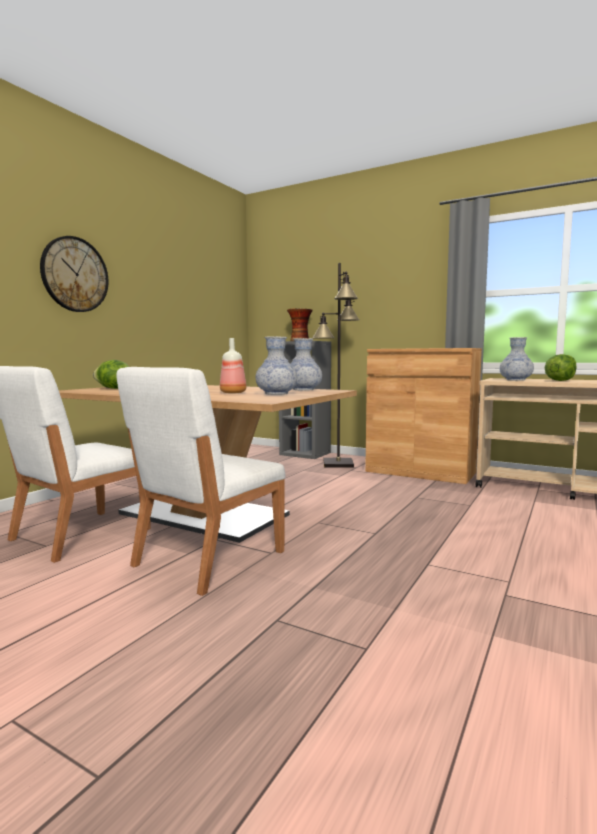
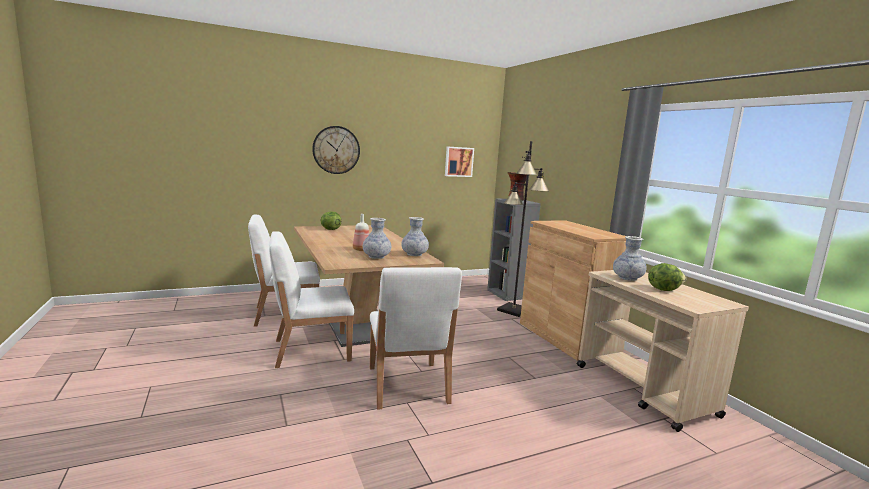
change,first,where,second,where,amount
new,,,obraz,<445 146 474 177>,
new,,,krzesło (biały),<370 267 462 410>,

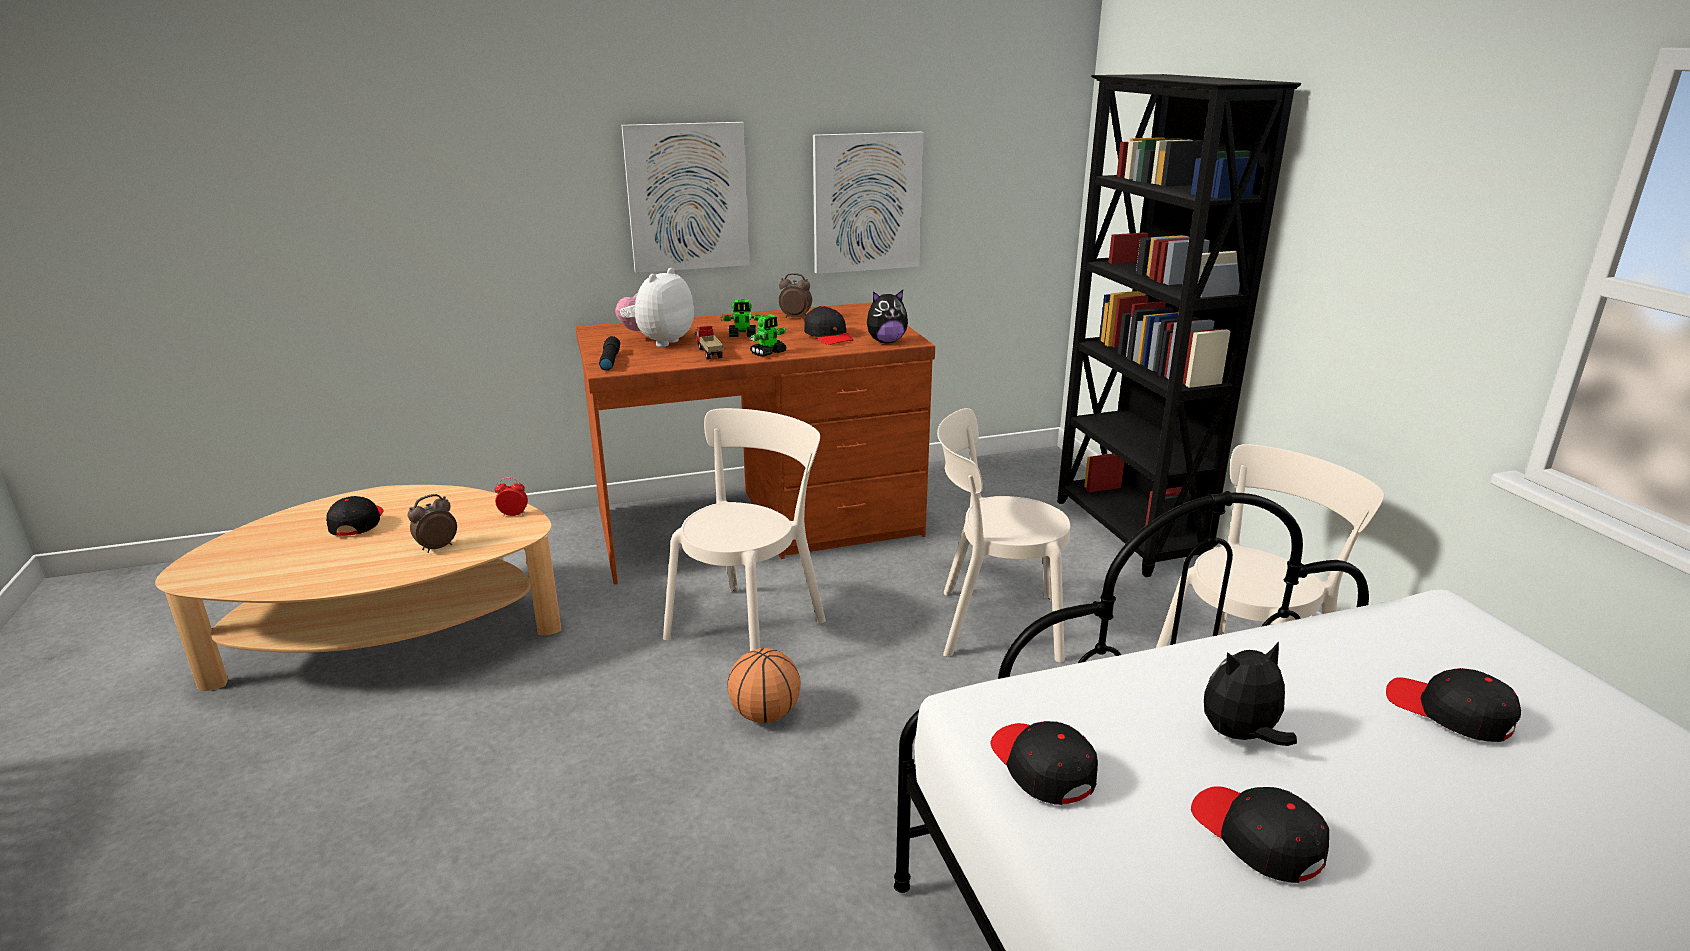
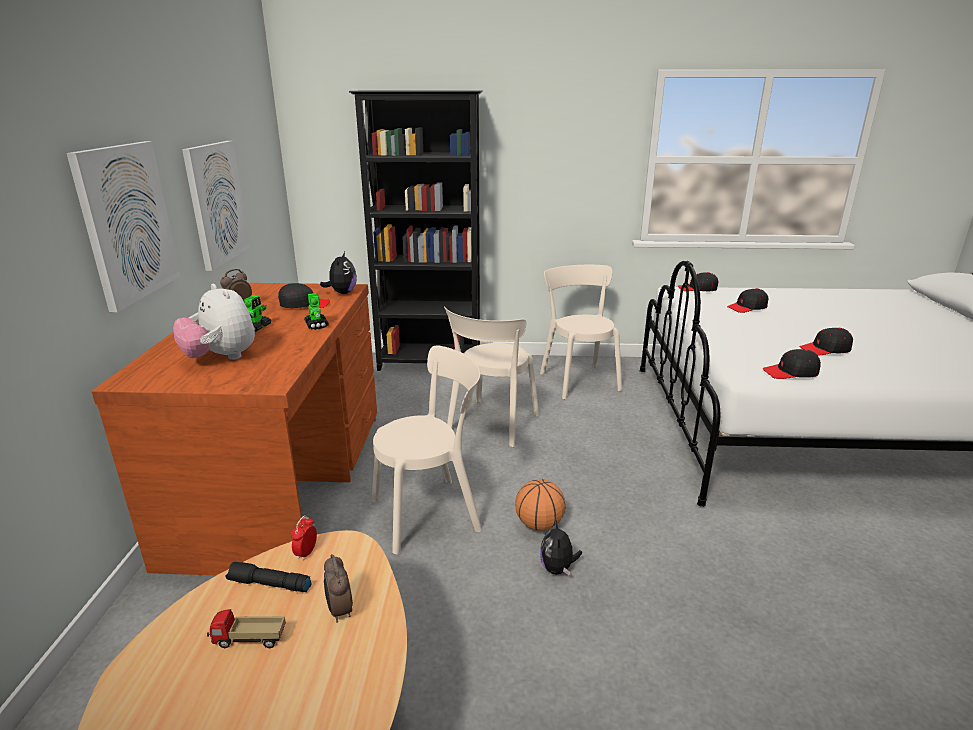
change,first,where,second,where,amount
shifted,ciężarówka zabawkowa,<695 326 724 360>,,<207 609 286 648>,
shifted,latarka (czarny),<599 336 620 370>,,<226 562 311 592>,
rotated,krzesło (beżowy),<663 408 826 651>,,<372 345 482 554>,105 degrees clockwise
shifted,czapka z daszkiem (czarny),<326 496 383 536>,,<678 272 718 291>,
shifted,pluszak,<1204 641 1297 746>,,<540 521 582 576>,

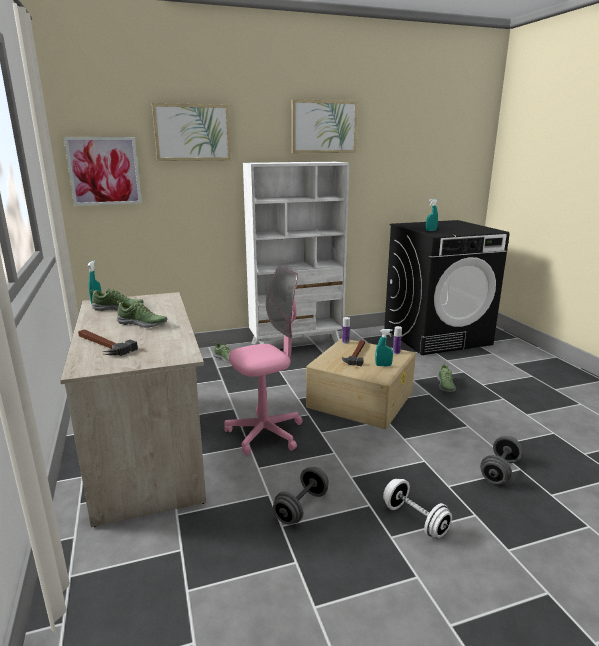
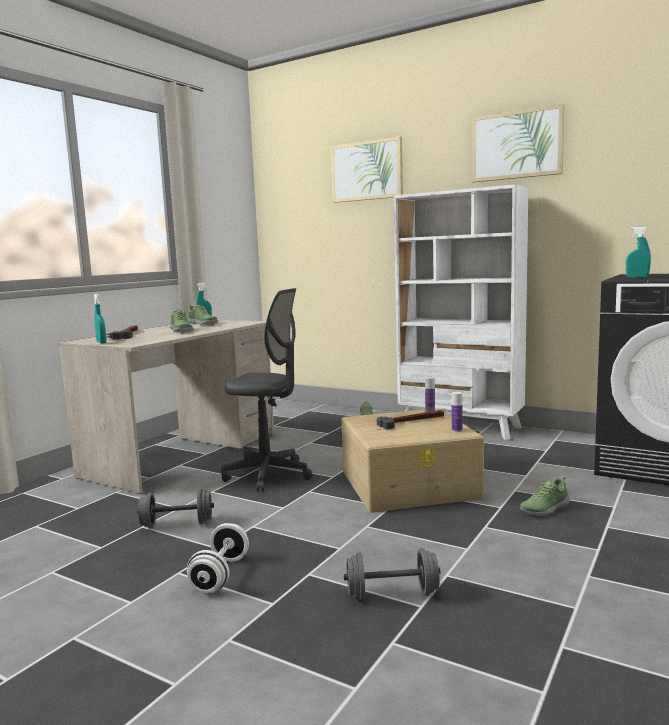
change,first,where,second,where,amount
gone,obraz,<64 137 142 206>,,,
repainted,krzesło biurowe (różowy),<224 266 303 455>,krzesło biurowe (szary),<221 288 313 492>,
shifted,spryskiwacz (turkusowy),<375 329 393 367>,,<94 294 107 343>,

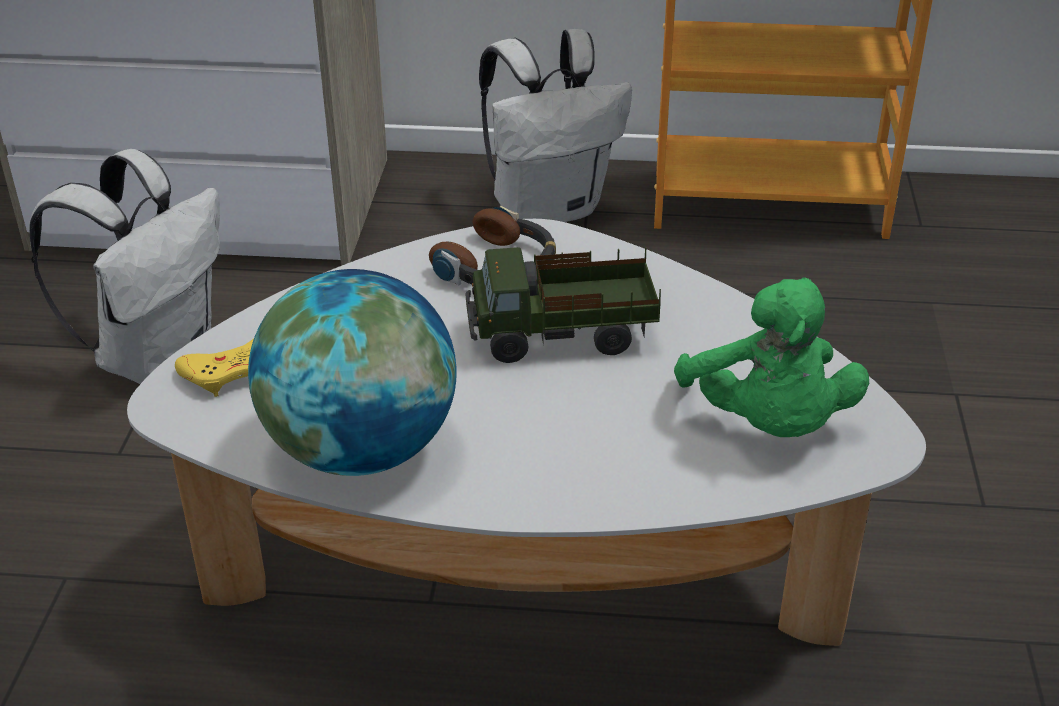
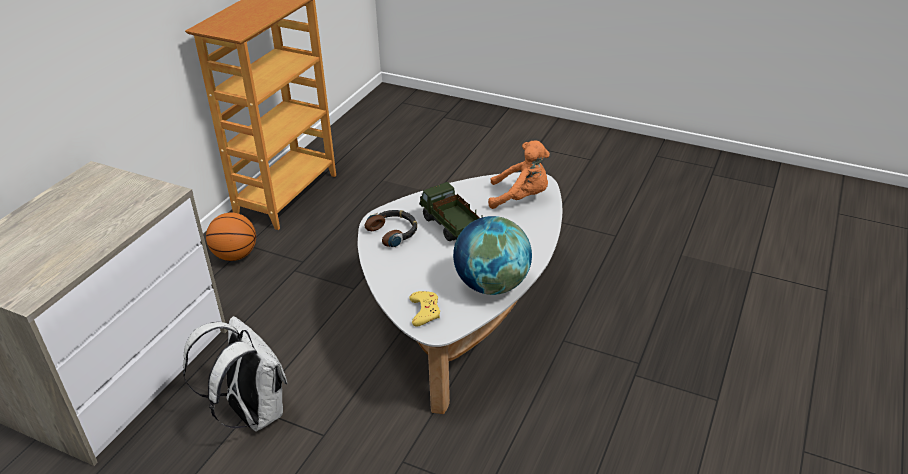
change,first,where,second,where,amount
swapped,plecak (biały),<479 29 632 222>,piłka do koszykówki,<206 213 256 261>,
rotated,ciężarówka zabawkowa,<466 247 661 363>,,<419 182 482 241>,135 degrees clockwise
repainted,pluszak (zielony),<674 278 869 437>,pluszak (pomarańczowy),<488 141 550 209>,

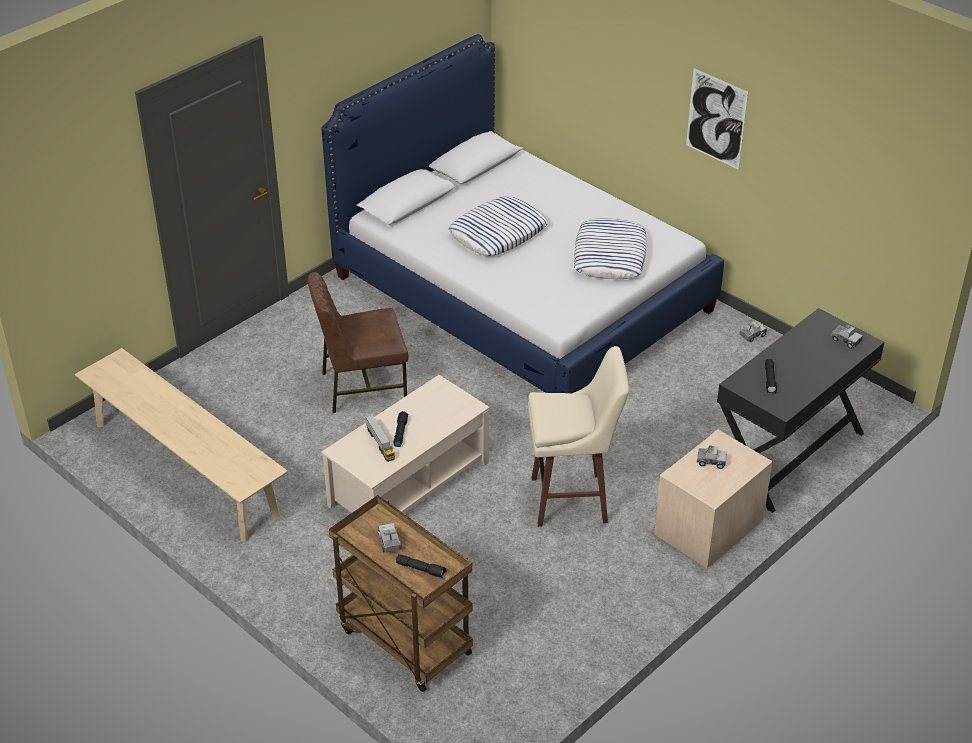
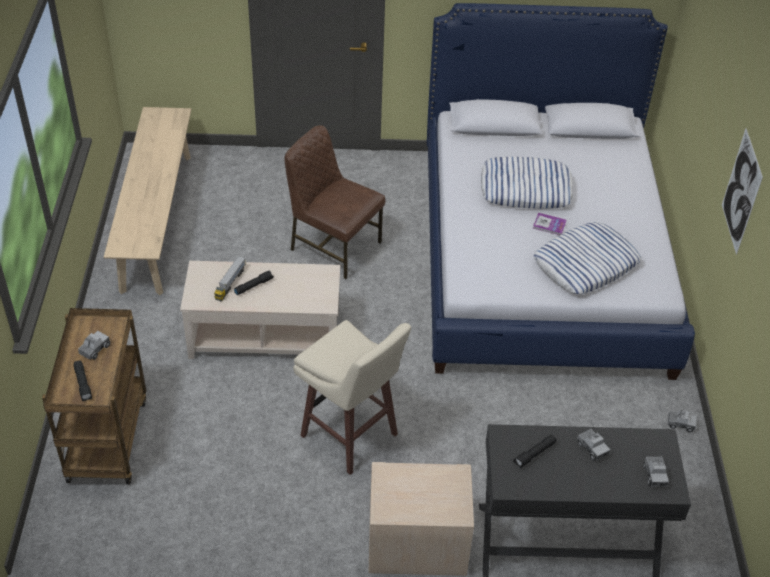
change,first,where,second,where,amount
shifted,ciężarówka zabawkowa,<697 445 727 469>,,<577 429 610 461>,
new,,,książka,<533 213 566 235>,

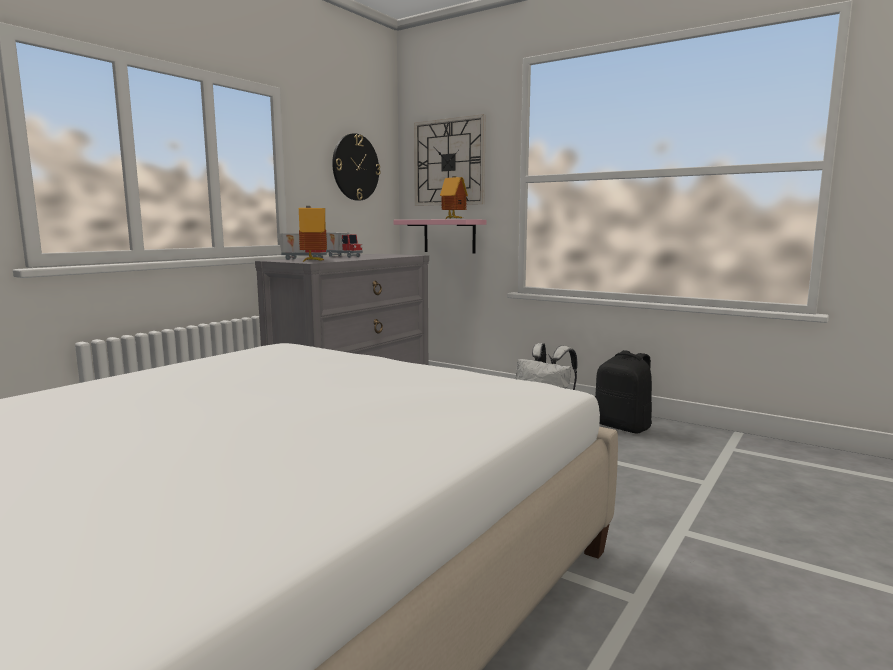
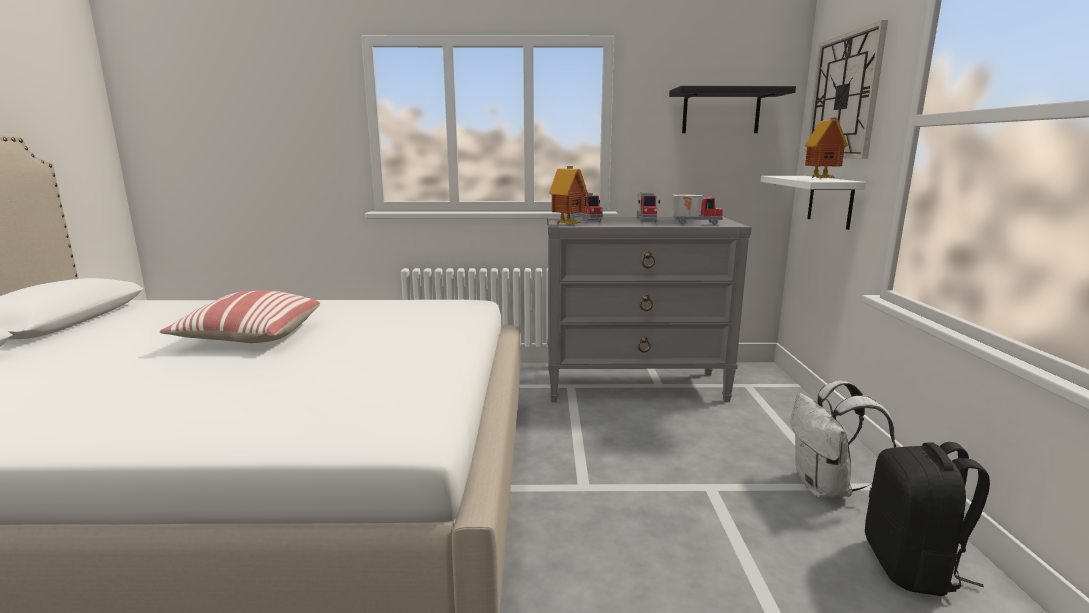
change,first,where,second,where,amount
swapped,zegar ścienny,<332 133 381 201>,półka (czarny),<669 86 796 133>,
repainted,półka (różowy),<393 219 486 254>,półka (biały),<761 176 866 230>,
new,,,ciężarówka zabawkowa,<672 195 723 225>,
new,,,poduszka,<160 291 320 343>,

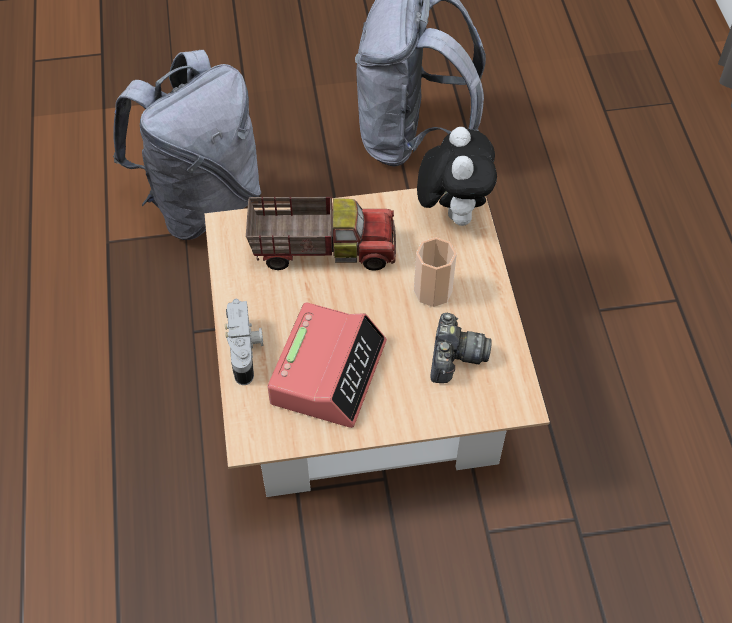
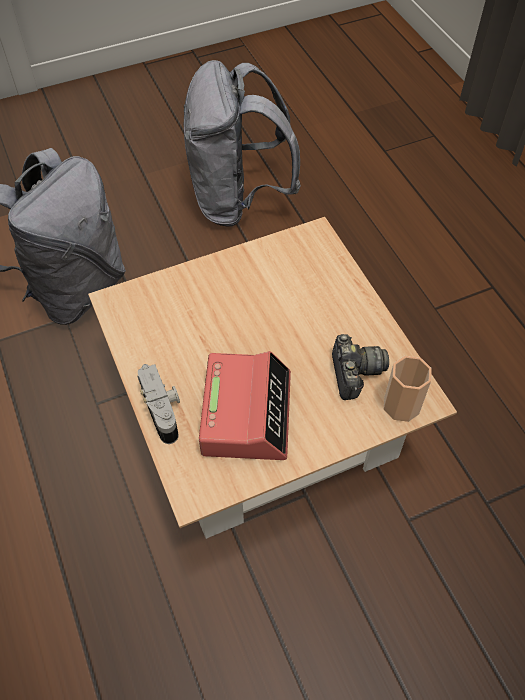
change,first,where,second,where,amount
gone,pluszak,<417 127 497 226>,,,
gone,ciężarówka zabawkowa,<246 197 396 271>,,,
shifted,filiżanka,<414 237 457 307>,,<384 356 432 422>,

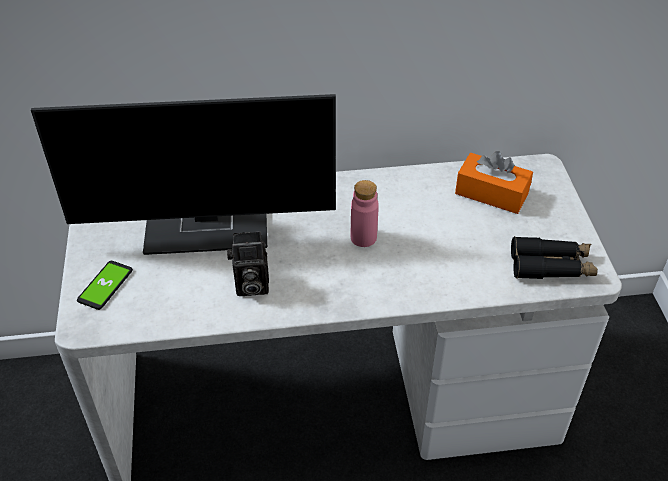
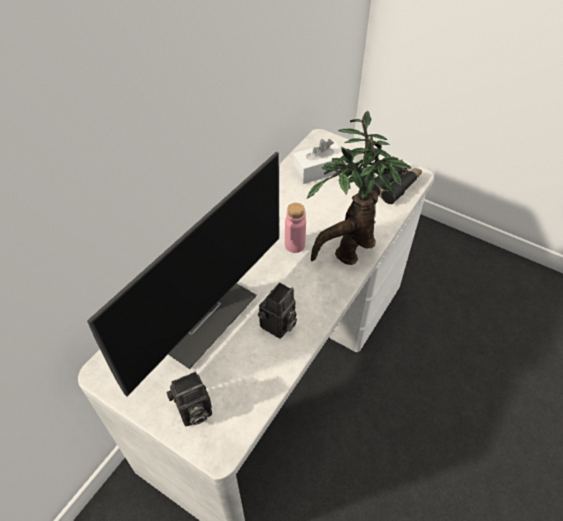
change,first,where,second,where,amount
repainted,pudełko chusteczek (pomarańczowy),<455 151 533 214>,pudełko chusteczek (biały),<293 139 346 184>,
swapped,telefon,<77 261 133 310>,aparat fotograficzny,<166 371 212 426>,
new,,,roślina doniczkowa,<307 111 411 265>,

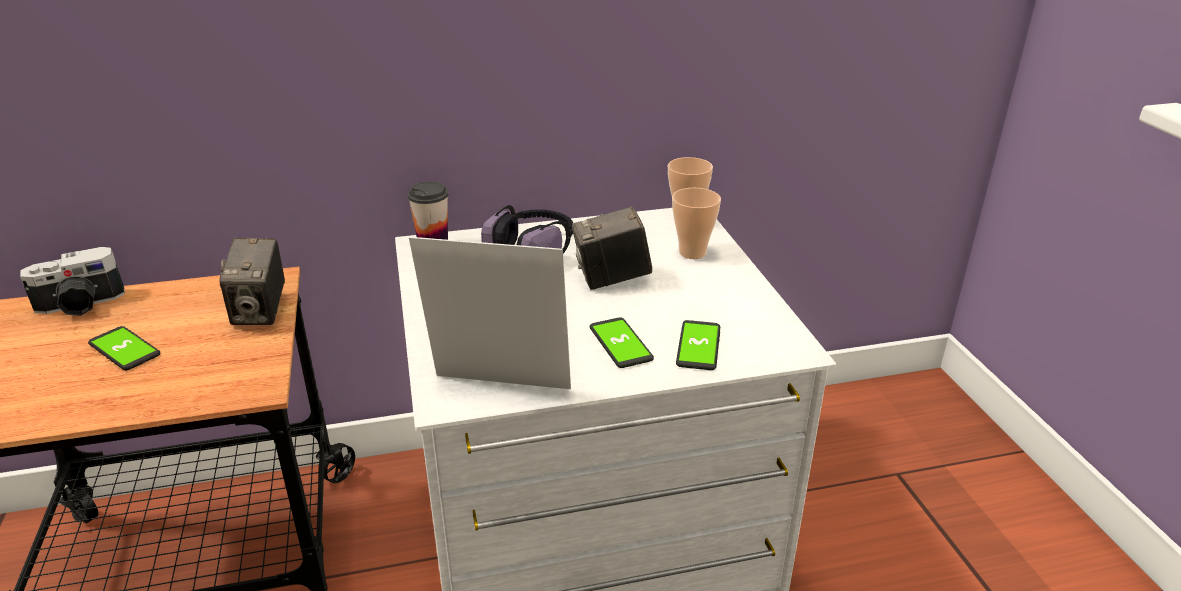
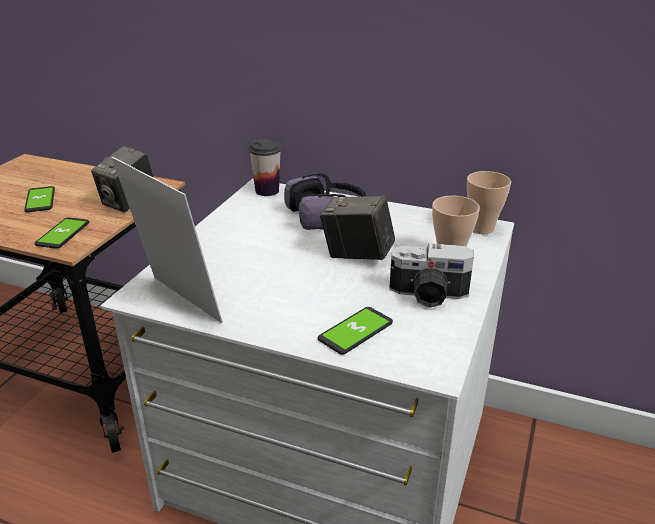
change,first,where,second,where,amount
shifted,aparat fotograficzny,<20 247 125 316>,,<389 243 474 308>,
shifted,telefon,<590 317 654 368>,,<34 217 89 249>,

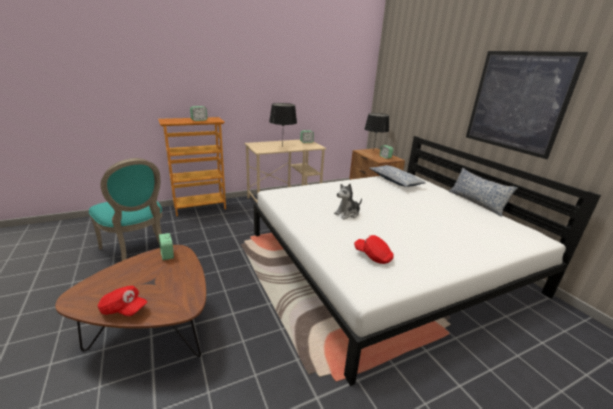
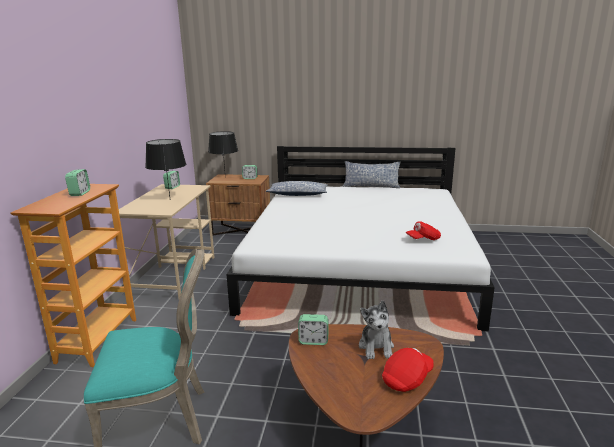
change,first,where,second,where,amount
gone,obraz,<466 51 588 159>,,,
shifted,pluszak,<334 184 362 219>,,<359 301 394 359>,

